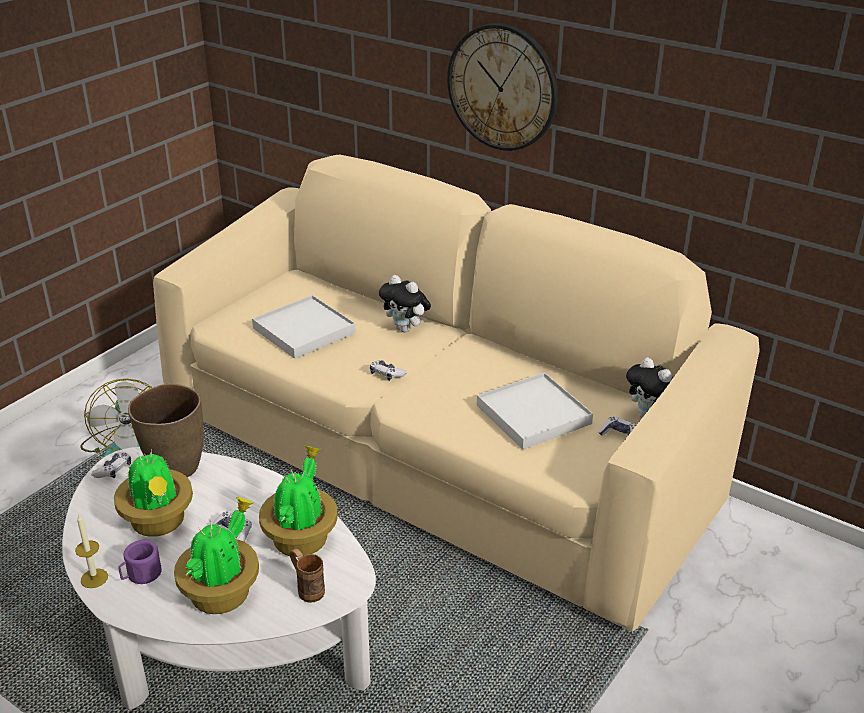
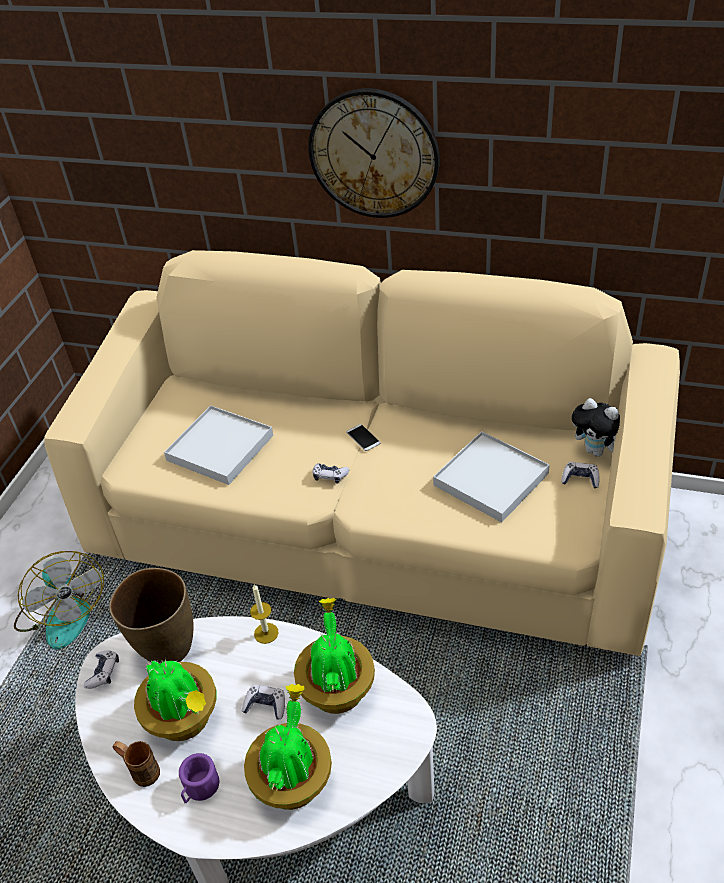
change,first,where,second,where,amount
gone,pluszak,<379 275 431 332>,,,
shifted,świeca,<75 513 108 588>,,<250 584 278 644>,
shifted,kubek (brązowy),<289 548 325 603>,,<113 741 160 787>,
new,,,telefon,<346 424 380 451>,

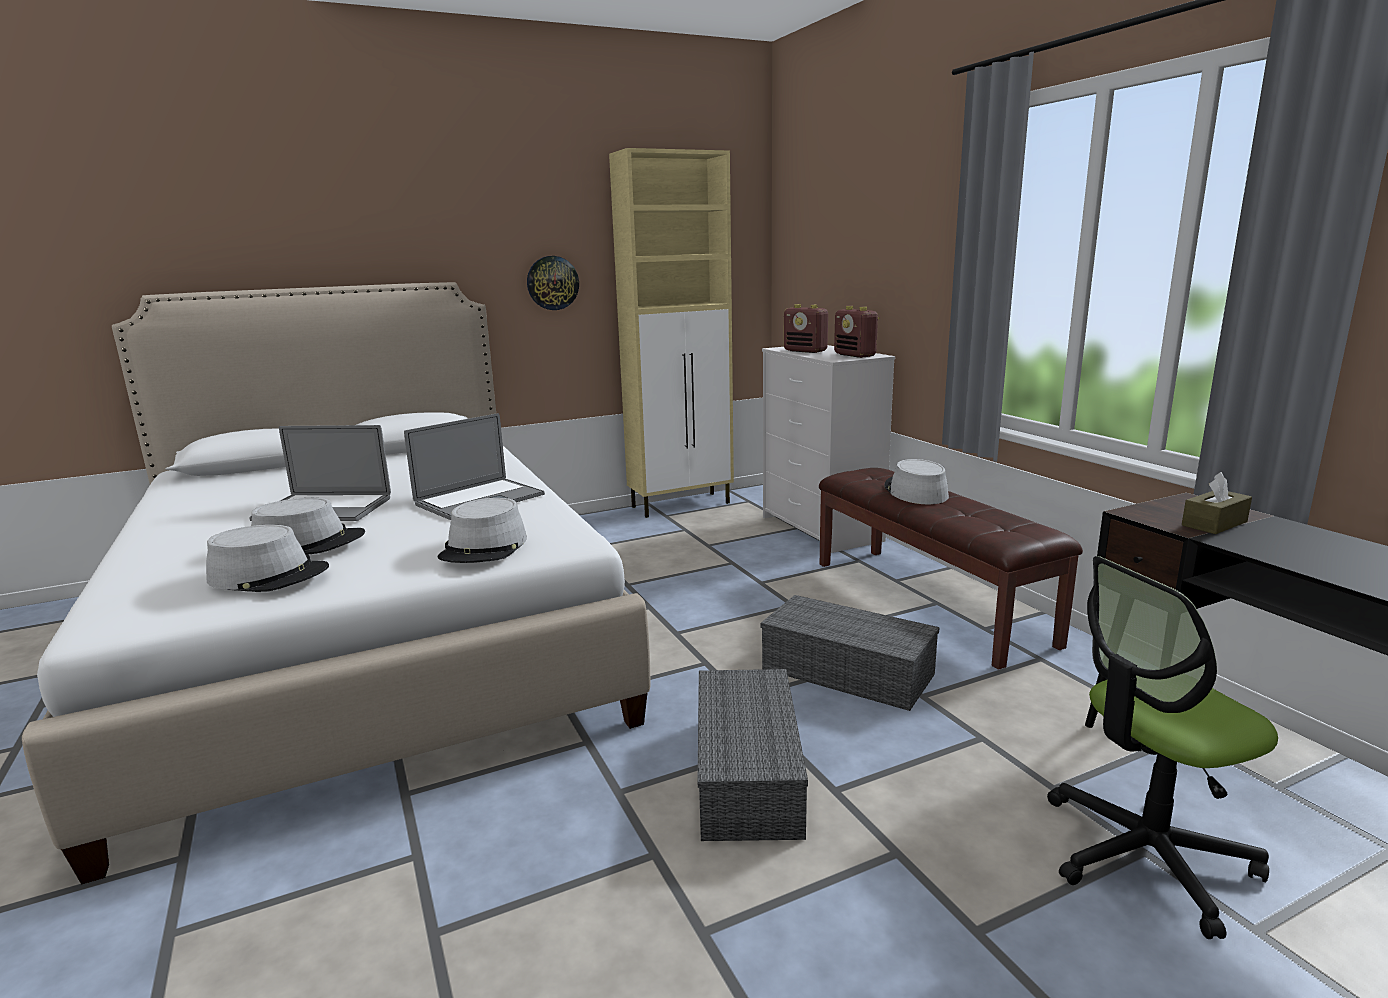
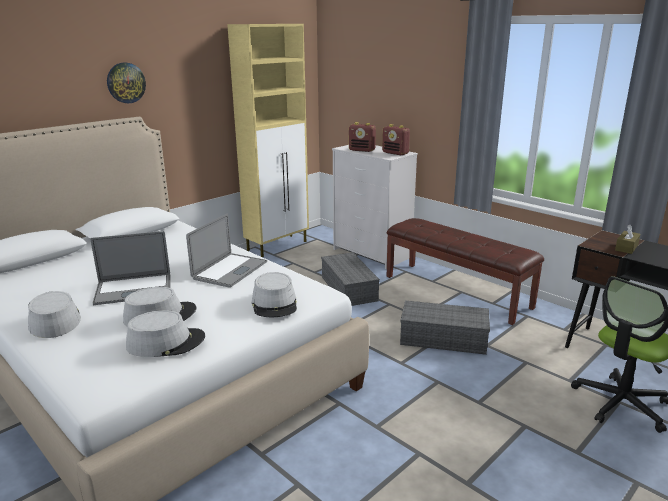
change,first,where,second,where,amount
shifted,zegar ścienny,<527 256 579 310>,,<107 63 146 104>,
shifted,kapelusz (szary),<884 459 949 504>,,<28 291 81 338>,
shifted,pojemnik do przechowywania (szary),<698 669 808 841>,,<321 252 380 306>,

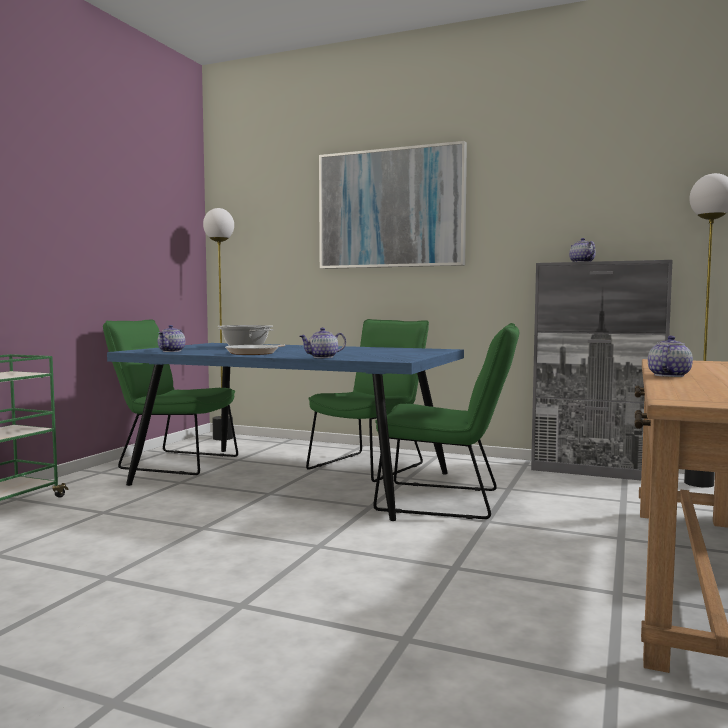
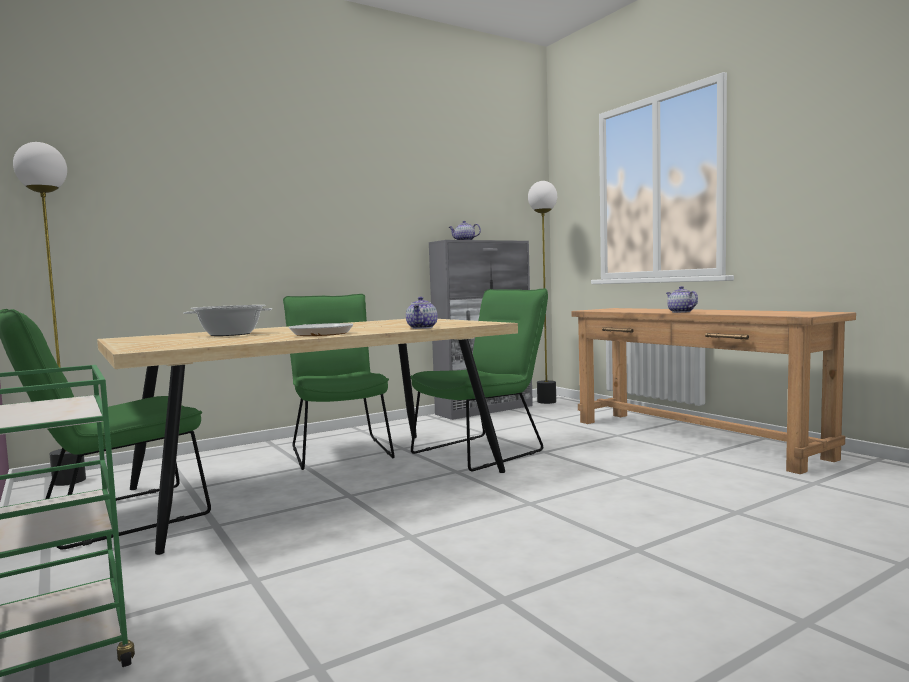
change,first,where,second,where,amount
gone,obraz,<319 141 467 269>,,,
gone,imbryk,<158 325 185 352>,,,
repainted,stół jadalny (niebieski),<107 343 464 521>,stół jadalny (beżowy),<97 319 518 555>,

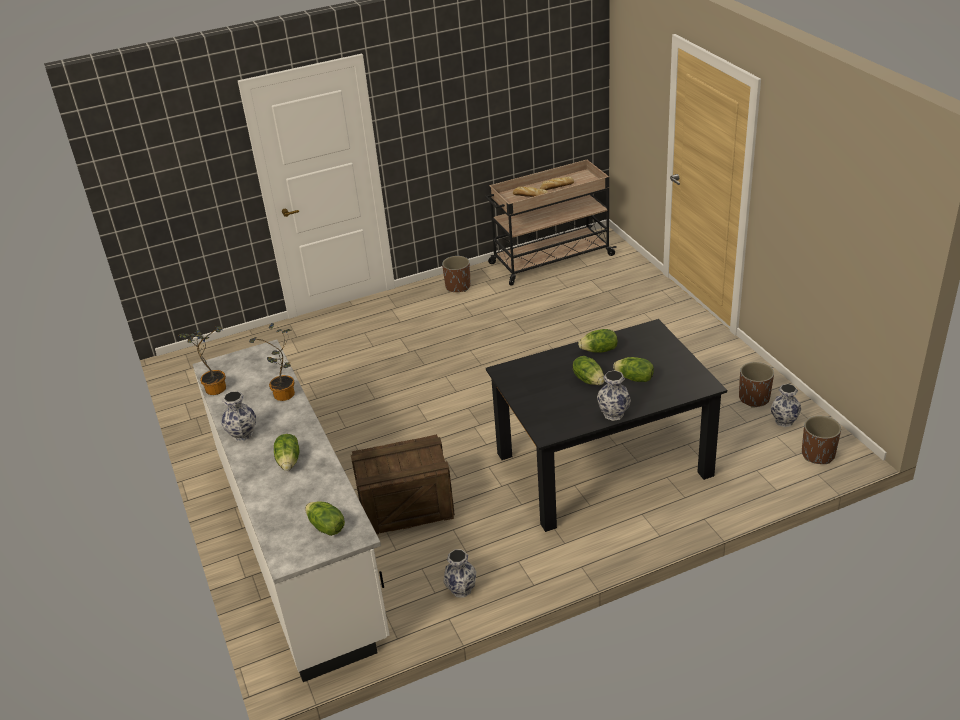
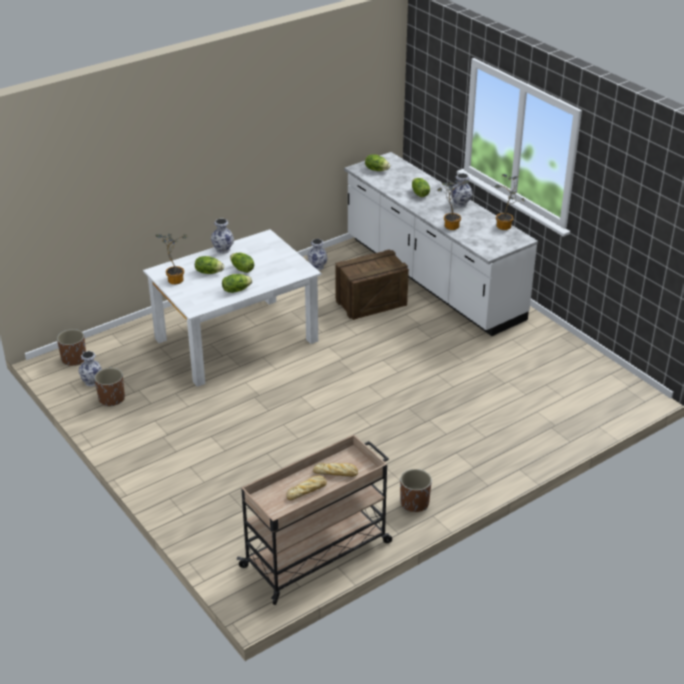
change,first,where,second,where,amount
repainted,stół jadalny (czarny),<486 319 727 532>,stół jadalny (biały),<143 229 322 387>,
new,,,roślina doniczkowa,<155 234 188 284>,

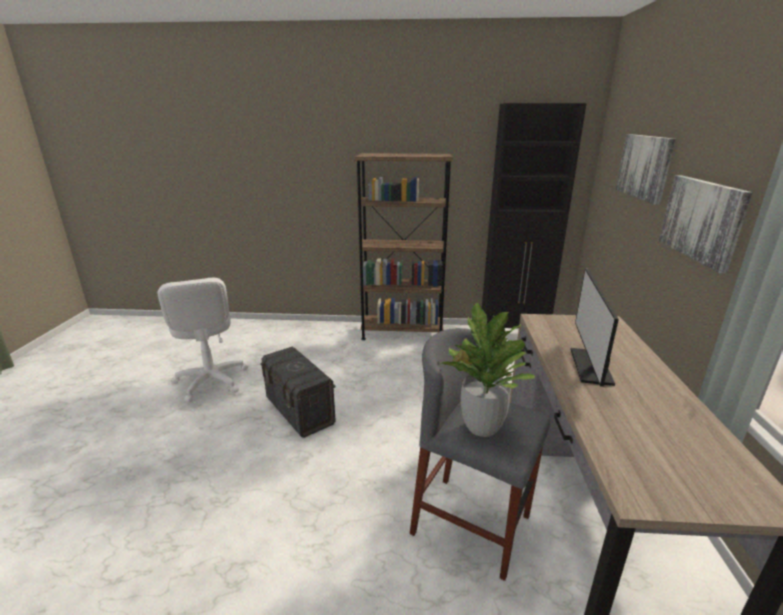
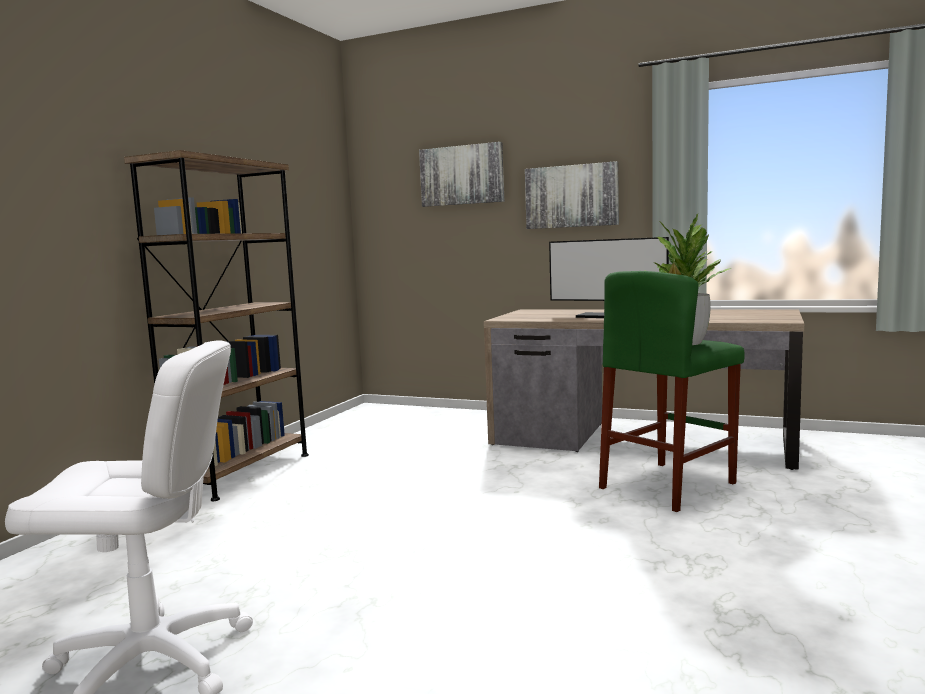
change,first,where,second,where,amount
gone,szafka (czarny),<482 103 587 328>,,,
repainted,stołek (szary),<410 328 550 581>,stołek (zielony),<599 271 745 512>,
gone,pojemnik do przechowywania (szary),<260 347 336 438>,,,

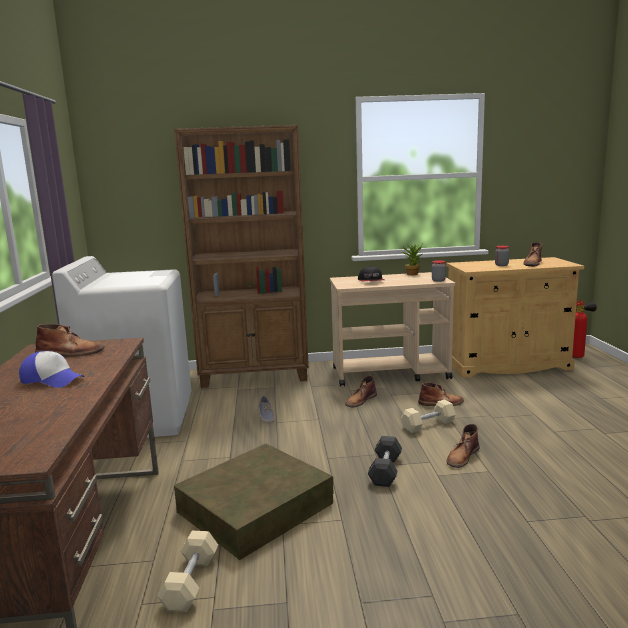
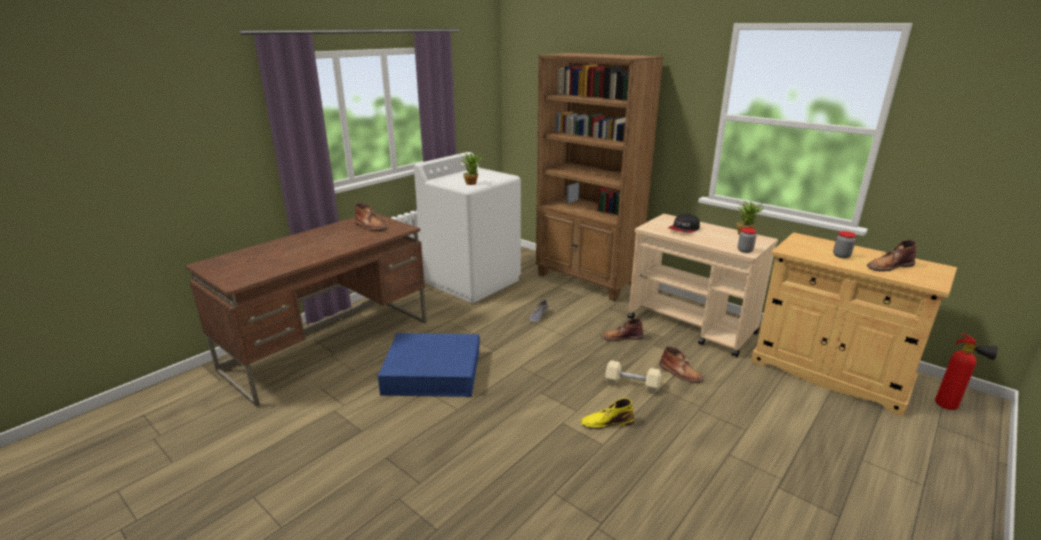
change,first,where,second,where,amount
gone,czapka z daszkiem,<19 351 85 388>,,,
repainted,but z cholewką (brązowy),<446 424 480 468>,but z cholewką (żółty),<581 398 634 429>,
gone,hantel (czarny),<368 436 402 487>,,,
repainted,pojemnik do przechowywania (brązowy),<174 444 333 560>,pojemnik do przechowywania (niebieski),<378 333 480 397>,
gone,hantel (beżowy),<157 531 218 612>,,,
new,,,roślina doniczkowa,<460 153 482 185>,

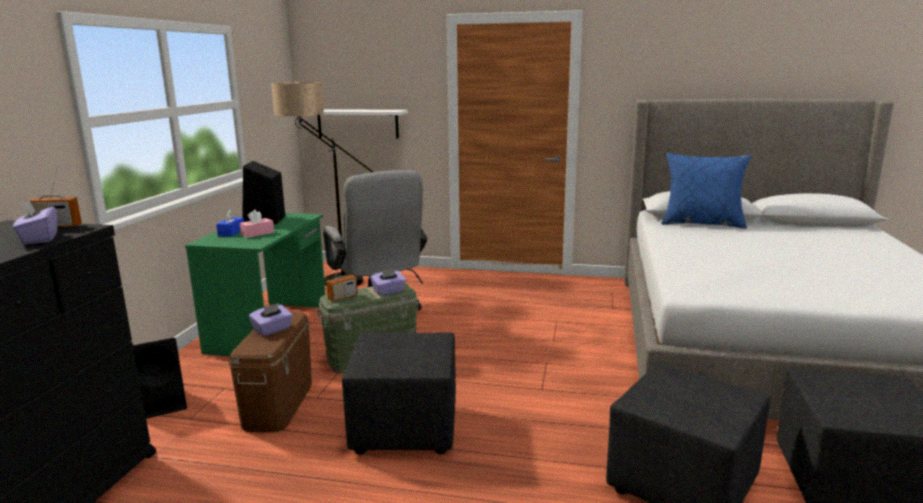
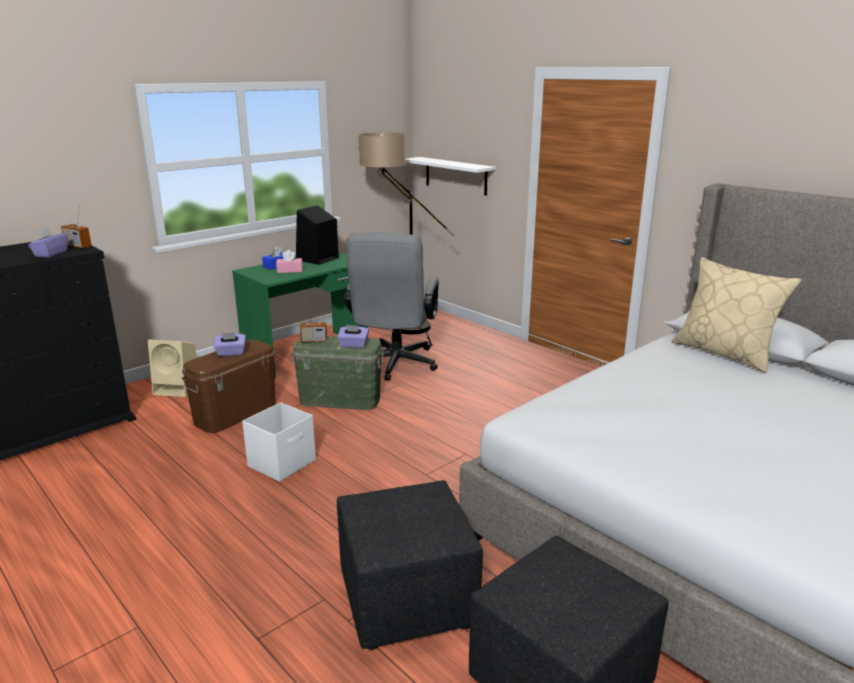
change,first,where,second,where,amount
repainted,poduszka (niebieski),<661 153 751 229>,poduszka (beżowy),<672 257 802 373>,
swapped,pufa (czarny),<342 332 456 454>,pojemnik do przechowywania (biały),<242 402 316 482>,
repainted,głośnik (czarny),<133 338 187 419>,głośnik (beżowy),<148 339 197 397>,

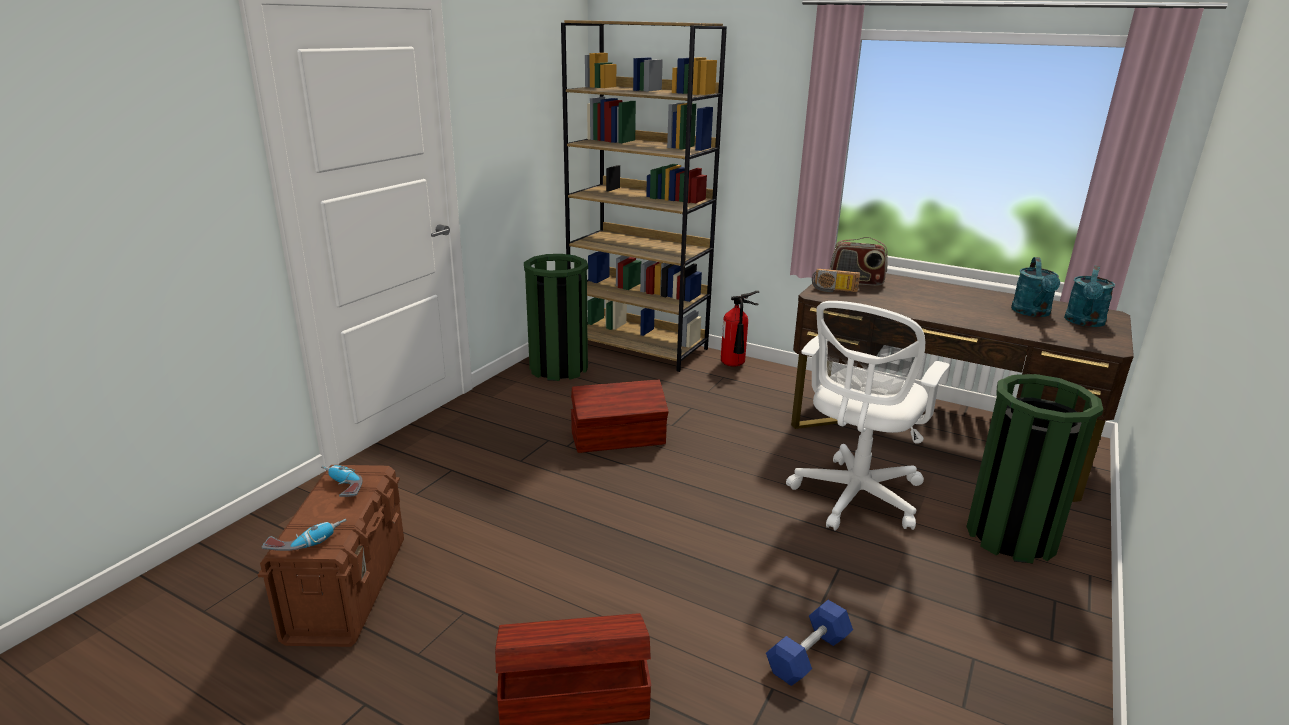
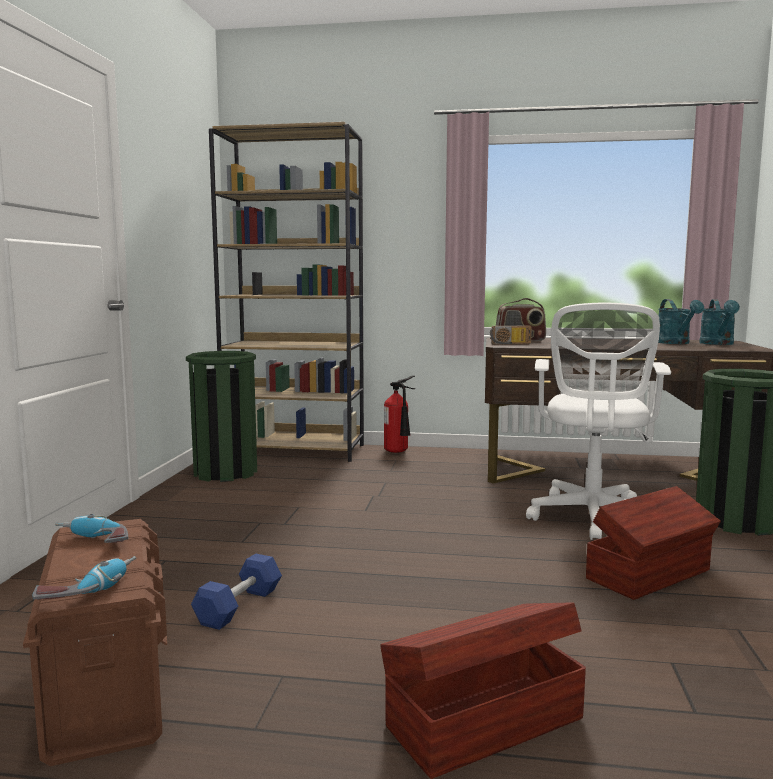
change,first,where,second,where,amount
shifted,pojemnik do przechowywania (brązowy),<571 380 668 453>,,<586 486 721 600>,
shifted,hantel (niebieski),<766 600 853 686>,,<191 553 282 630>,

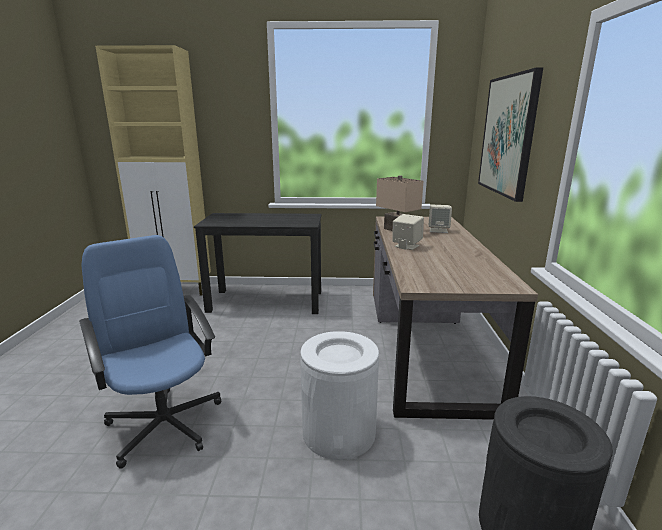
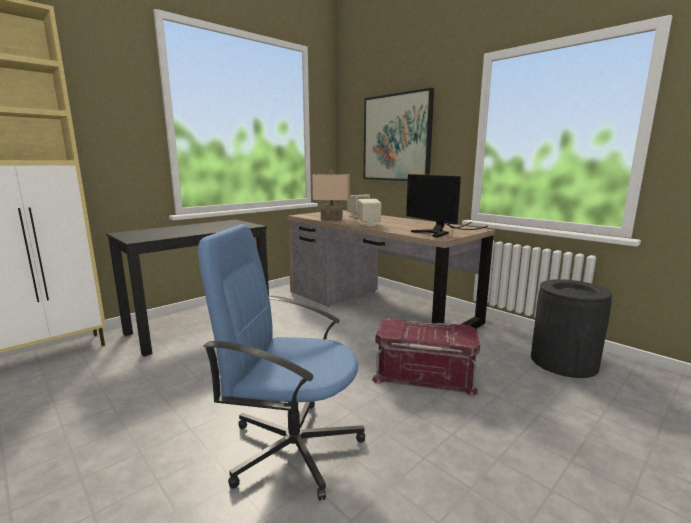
change,first,where,second,where,amount
swapped,kosz na śmieci (biały),<300 331 379 460>,pojemnik do przechowywania (czerwony),<372 318 480 396>,
new,,,monitor,<406 174 488 238>,

